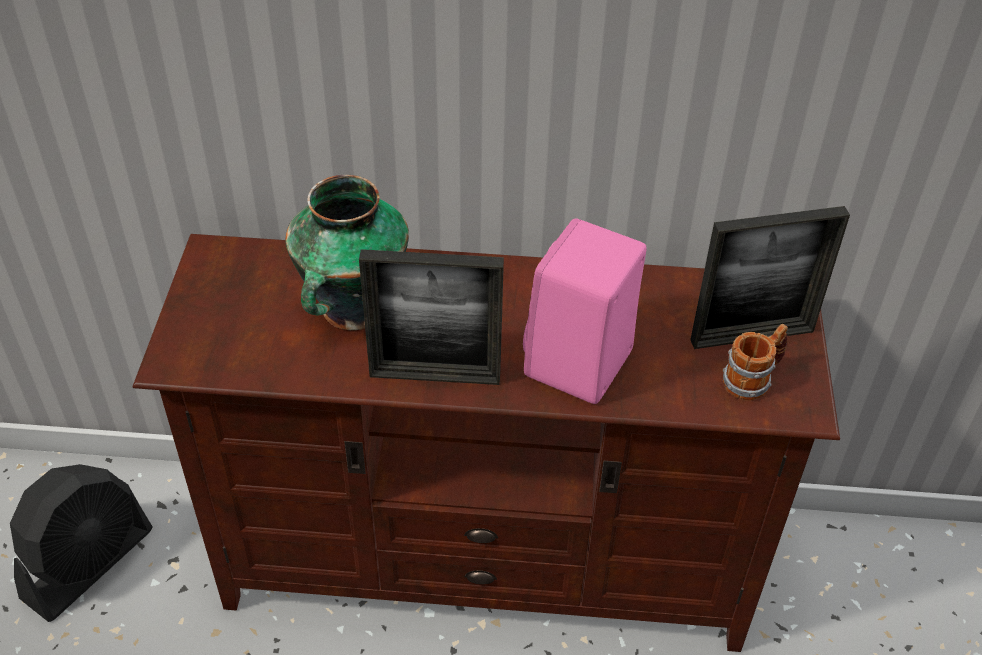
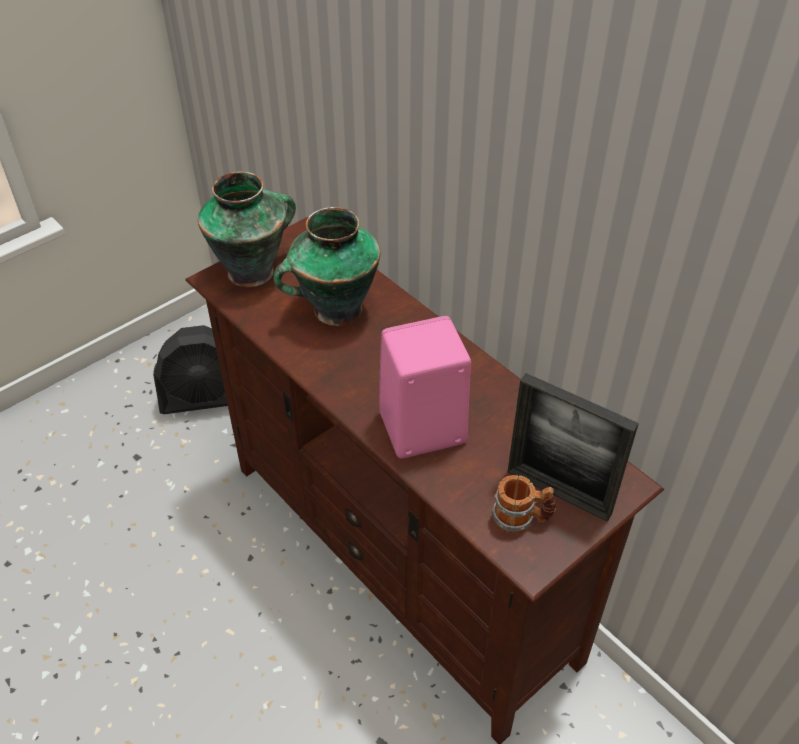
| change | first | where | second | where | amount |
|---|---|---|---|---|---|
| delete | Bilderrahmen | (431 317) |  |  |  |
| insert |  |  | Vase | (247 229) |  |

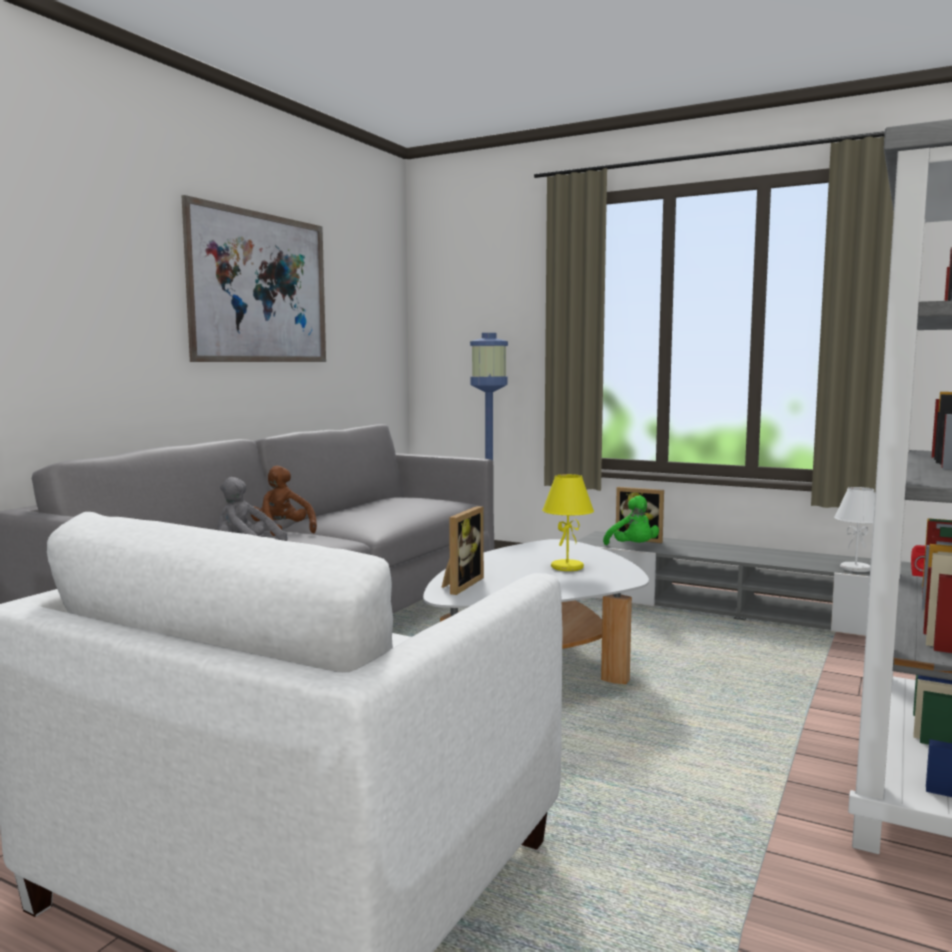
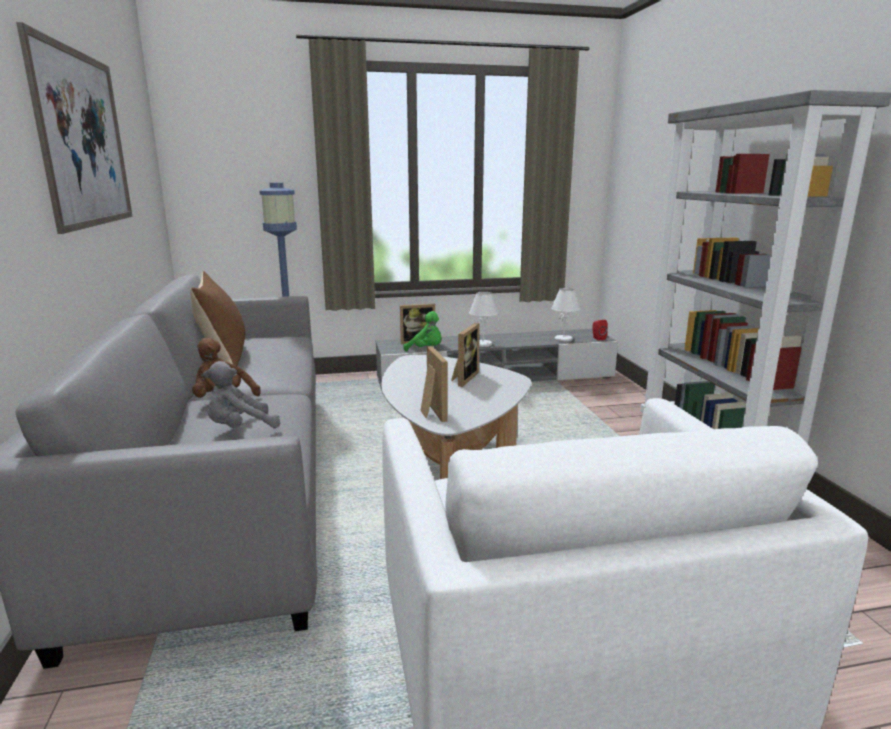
| change | first | where | second | where | amount |
|---|---|---|---|---|---|
| replace | Tischlampe/gelb | (568 522) | Bilderrahmen | (465 355) |  |
| insert |  |  | Kissen/braun | (217 318) |  |
| insert |  |  | Tischlampe/weiß | (483 319) |  |

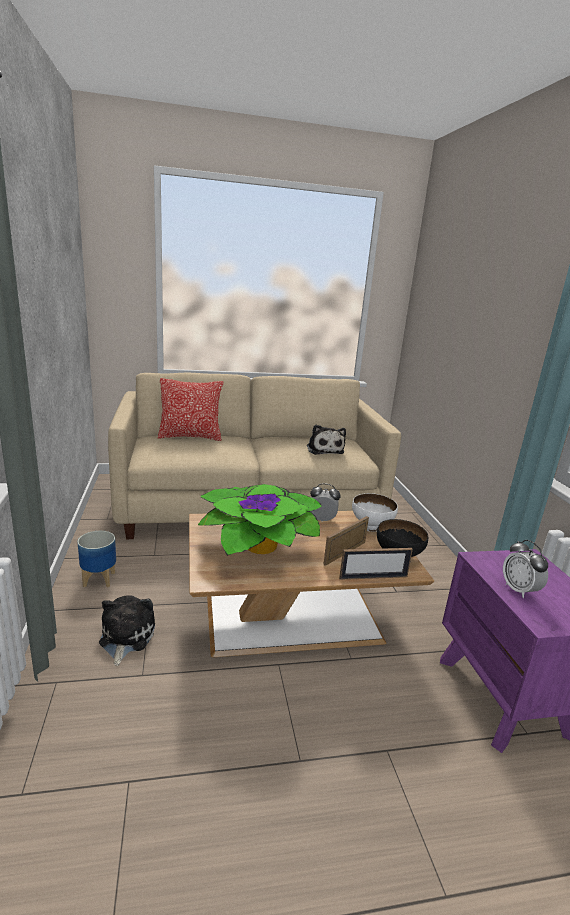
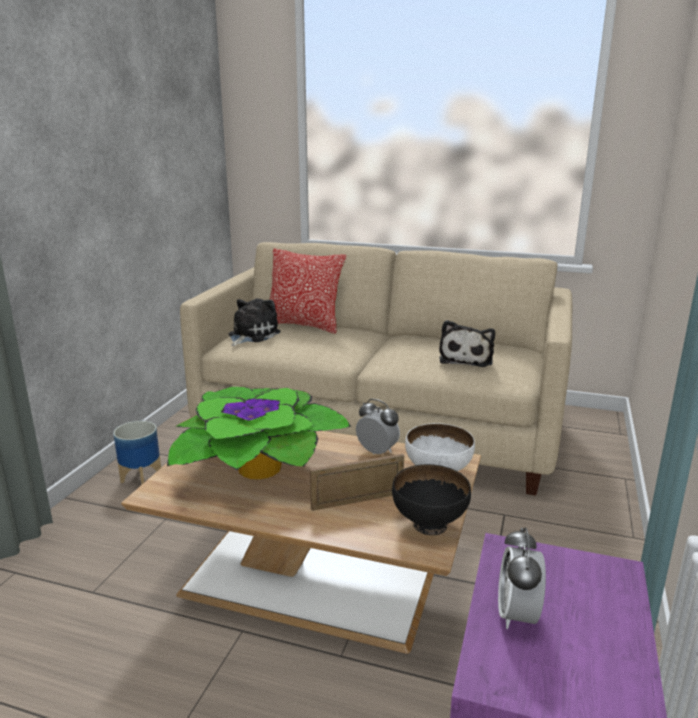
| change | first | where | second | where | amount |
|---|---|---|---|---|---|
| move | Plüschtier | (127 630) |  | (254 322) |  |
| delete | Bilderrahmen | (376 564) |  |  |  |

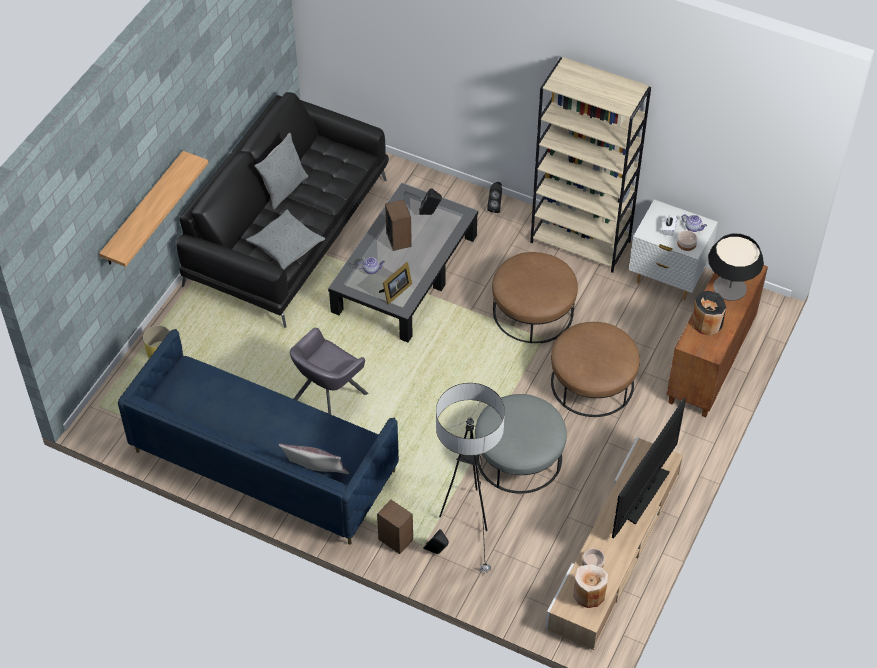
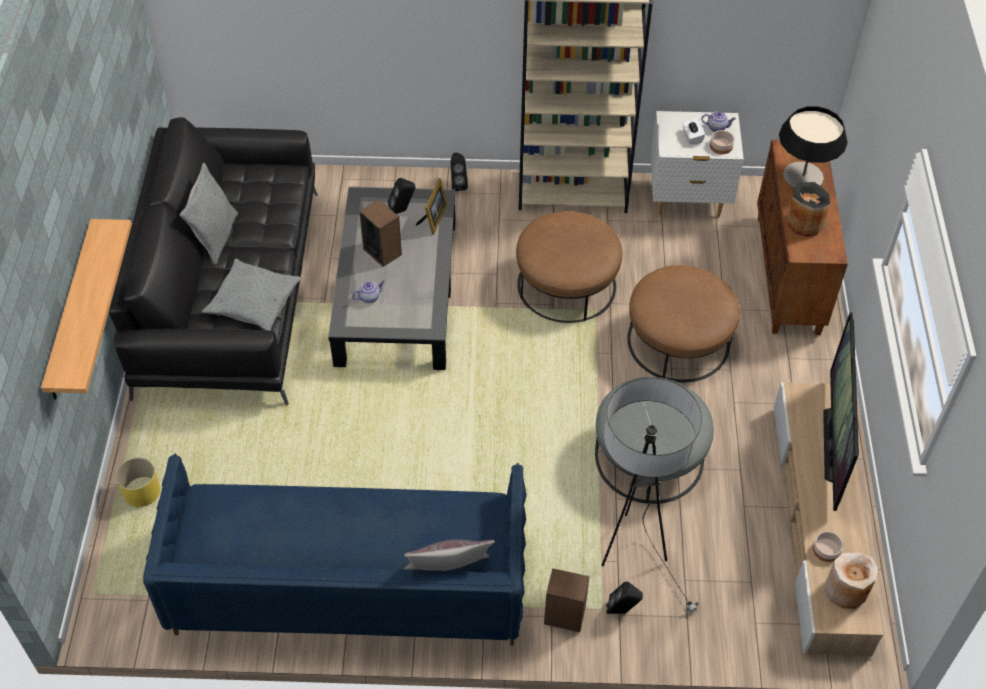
| change | first | where | second | where | amount |
|---|---|---|---|---|---|
| delete | Sessel/grau | (329 371) |  |  |  |
| move | Bilderrahmen | (395 283) |  | (431 206) |  |

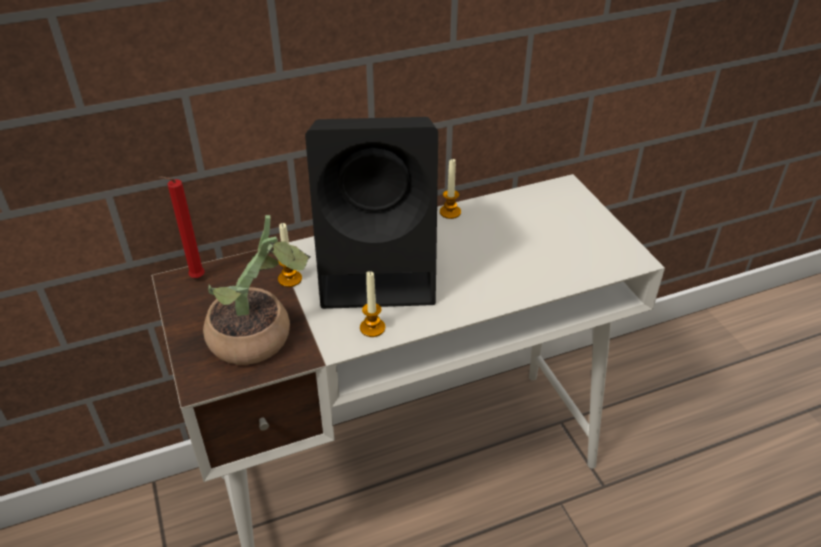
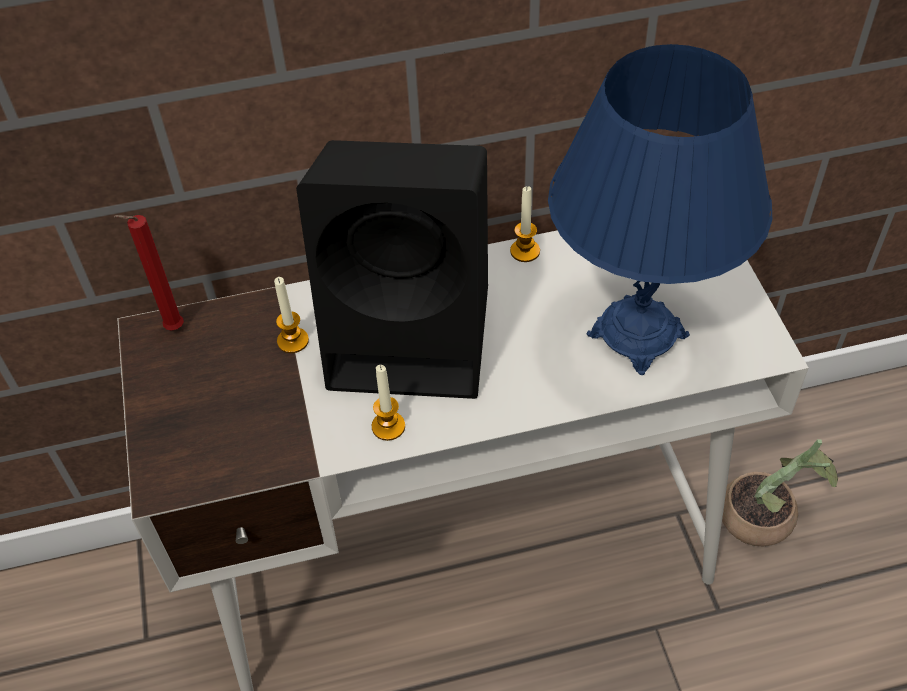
| change | first | where | second | where | amount |
|---|---|---|---|---|---|
| move | Topfpflanze | (256 290) |  | (780 493) |  |
| insert |  |  | Tischlampe/blau | (660 209) |  |

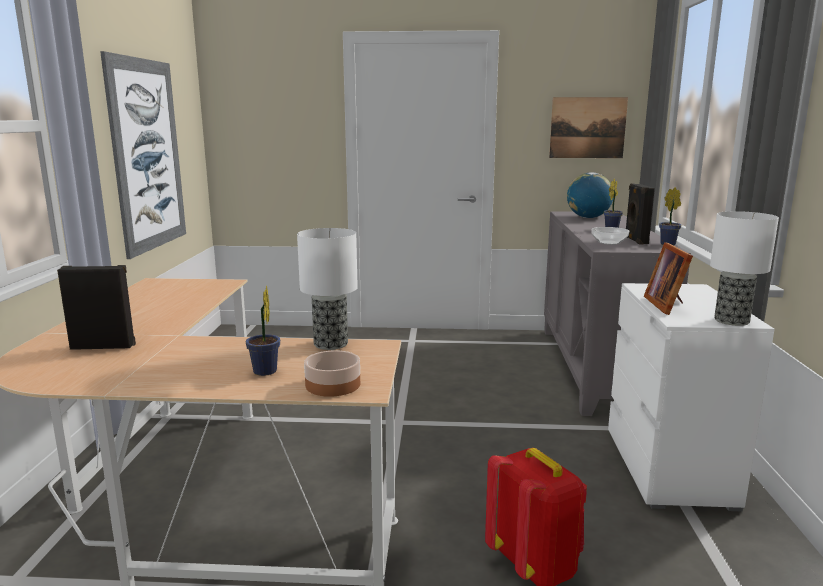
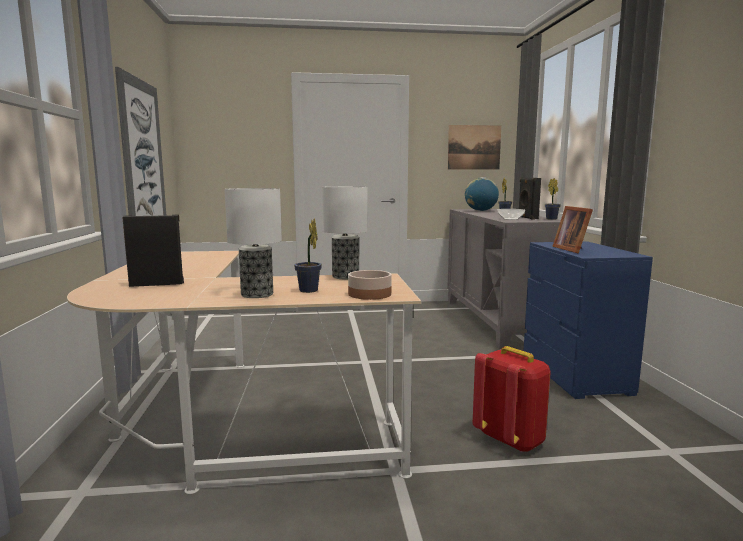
| change | first | where | second | where | amount |
|---|---|---|---|---|---|
| recolor | Kommode/weiß | (691 397) | Kommode/blau | (588 320) |  |
| move | Tischlampe | (744 268) |  | (253 243) |  |

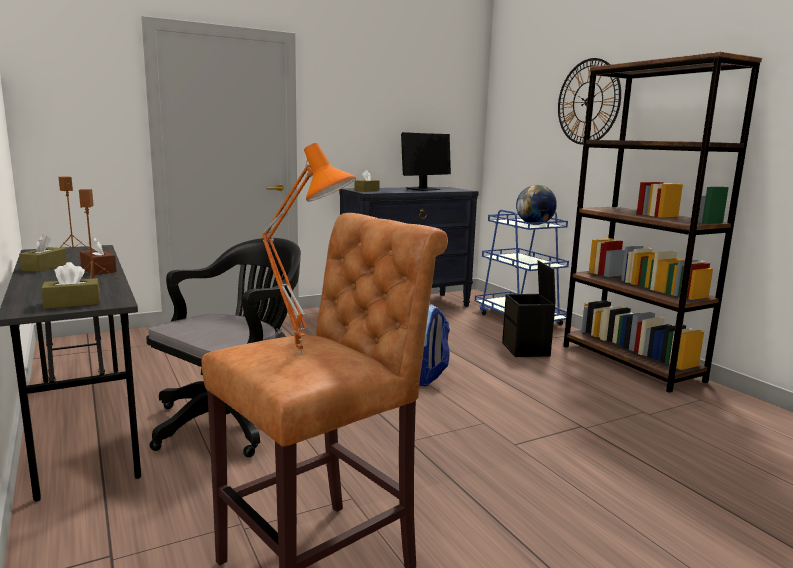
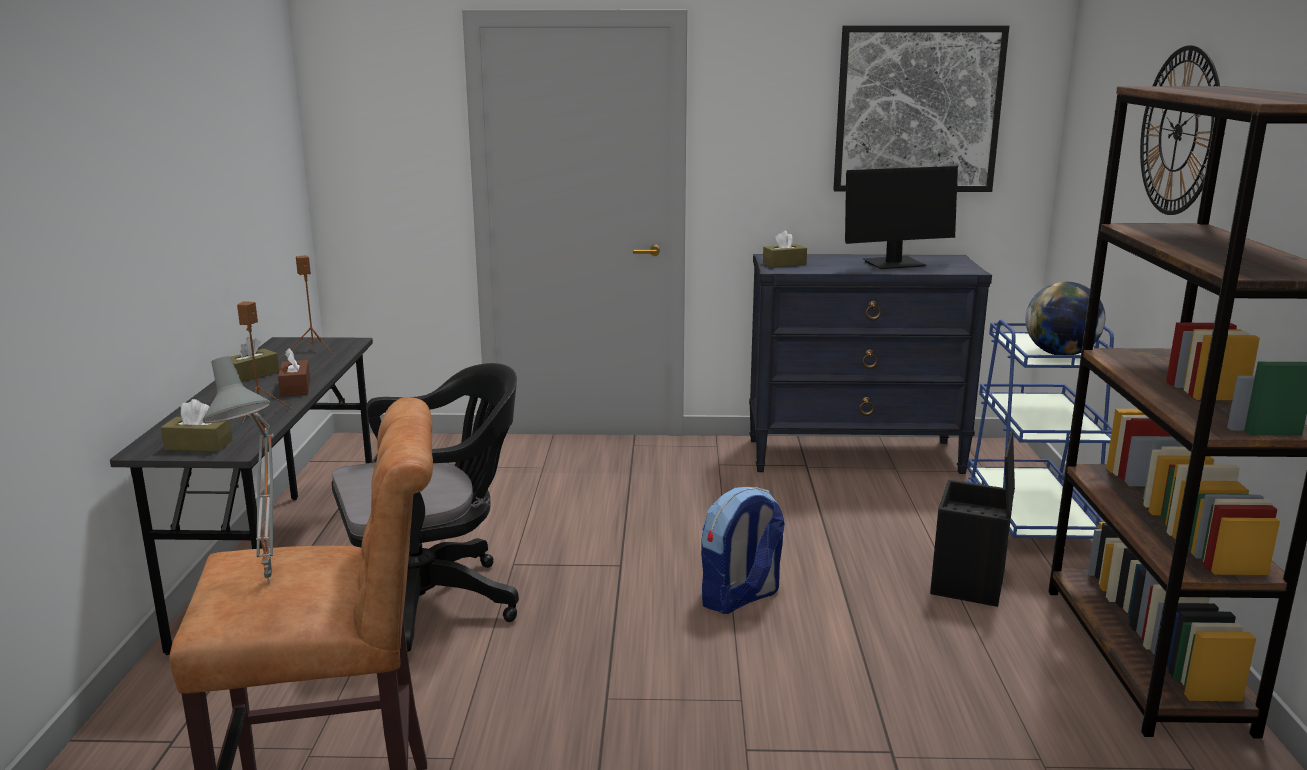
| change | first | where | second | where | amount |
|---|---|---|---|---|---|
| recolor | Tischlampe/orange | (308 248) | Tischlampe/grau | (238 470) |  |
| insert |  |  | Bild | (921 109) |  |

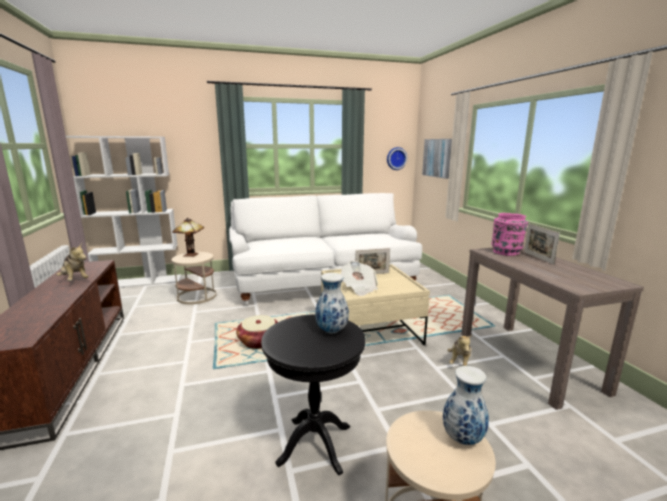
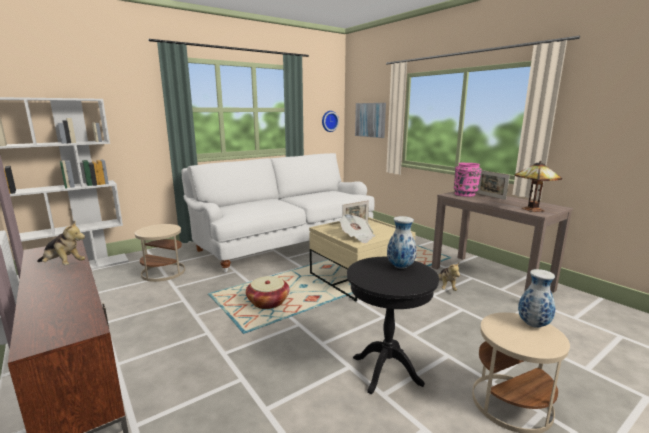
| change | first | where | second | where | amount |
|---|---|---|---|---|---|
| move | Tischlampe | (188 237) |  | (538 186) |  |

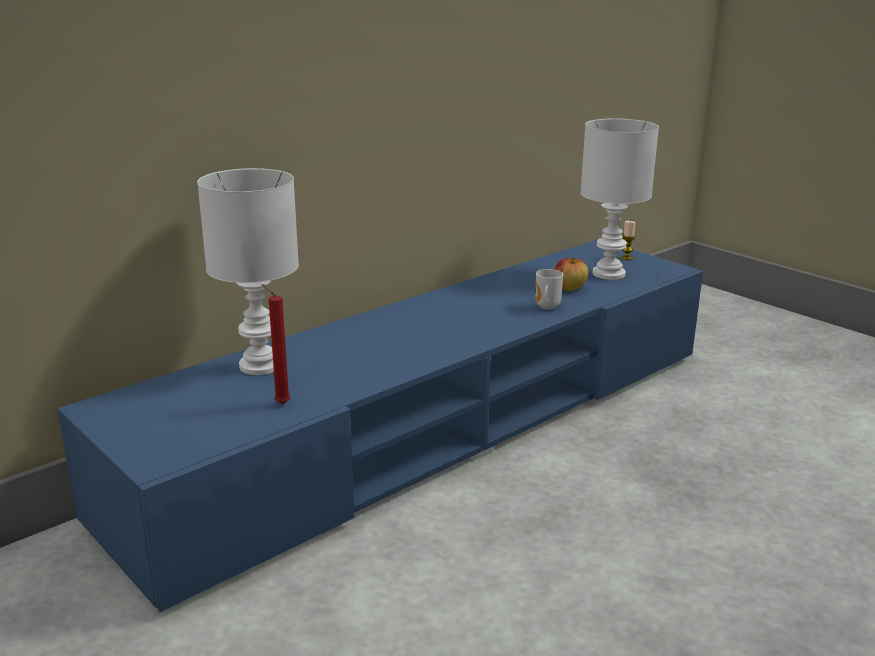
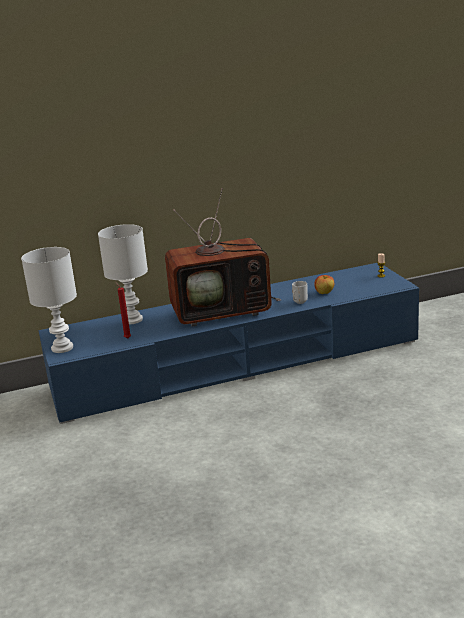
| change | first | where | second | where | amount |
|---|---|---|---|---|---|
| move | Tischlampe/weiß | (619 199) |  | (49 300) |  |
| insert |  |  | Fernseher | (223 257) |  |

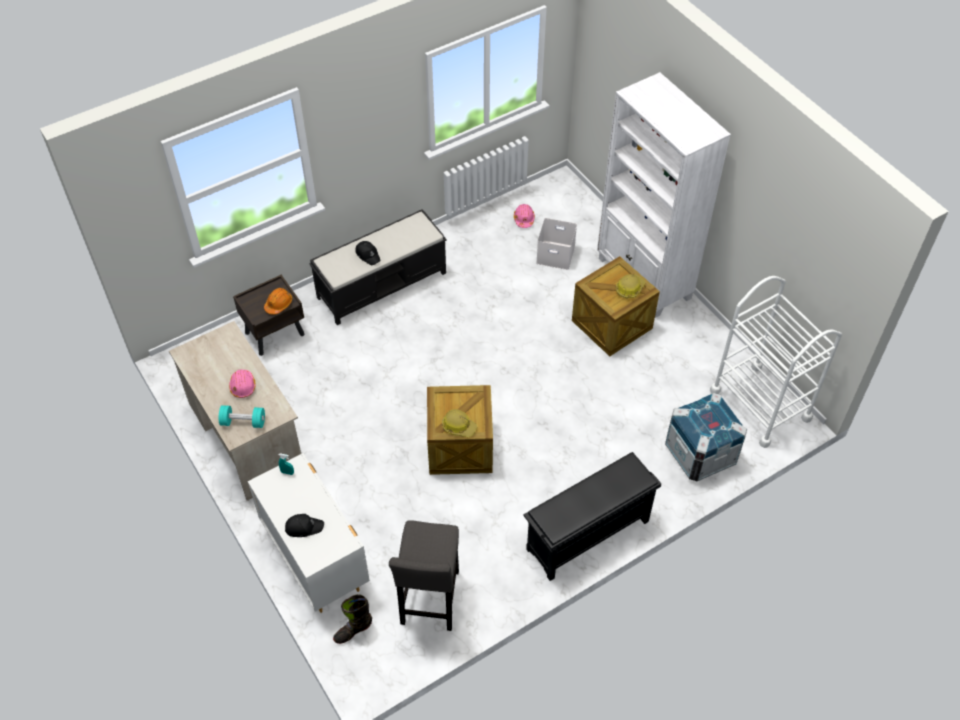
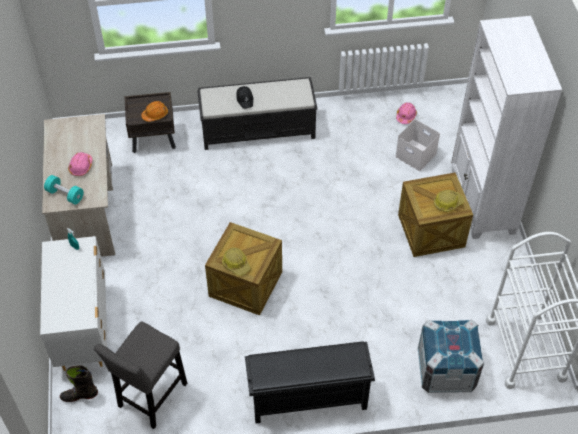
| change | first | where | second | where | amount |
|---|---|---|---|---|---|
| delete | Kappe/schwarz | (304 525) |  |  |  |

